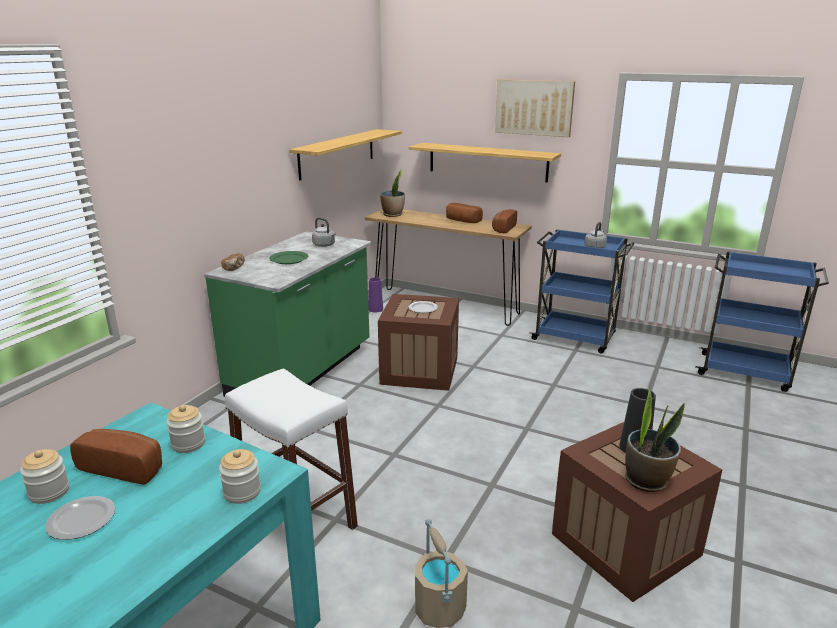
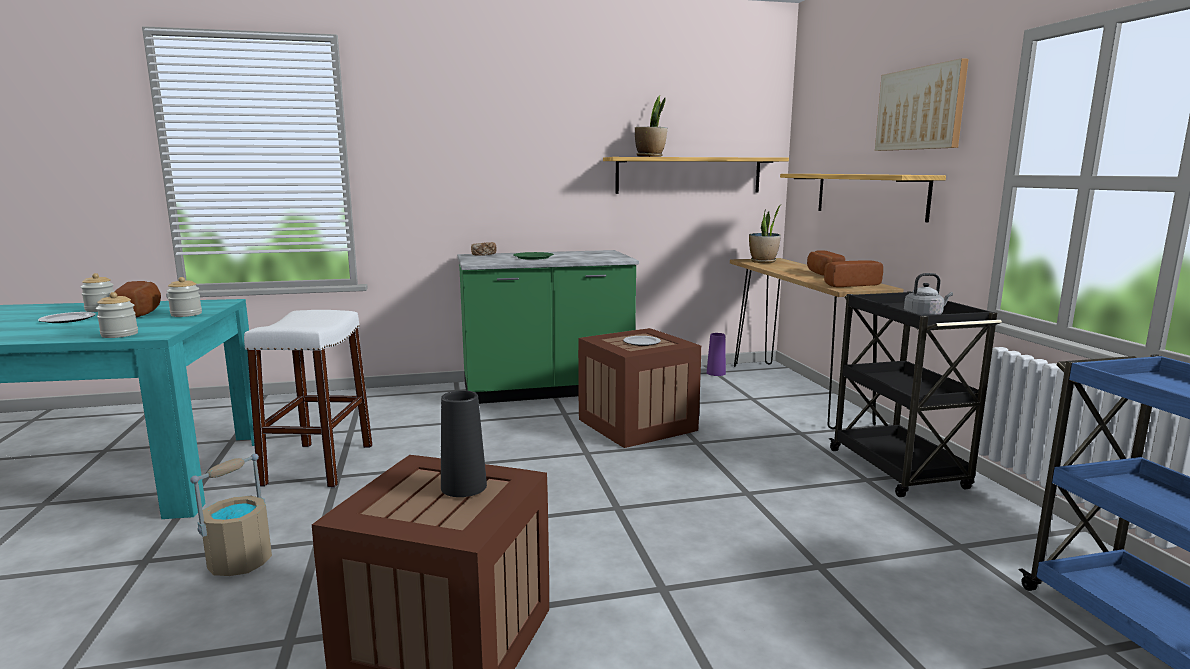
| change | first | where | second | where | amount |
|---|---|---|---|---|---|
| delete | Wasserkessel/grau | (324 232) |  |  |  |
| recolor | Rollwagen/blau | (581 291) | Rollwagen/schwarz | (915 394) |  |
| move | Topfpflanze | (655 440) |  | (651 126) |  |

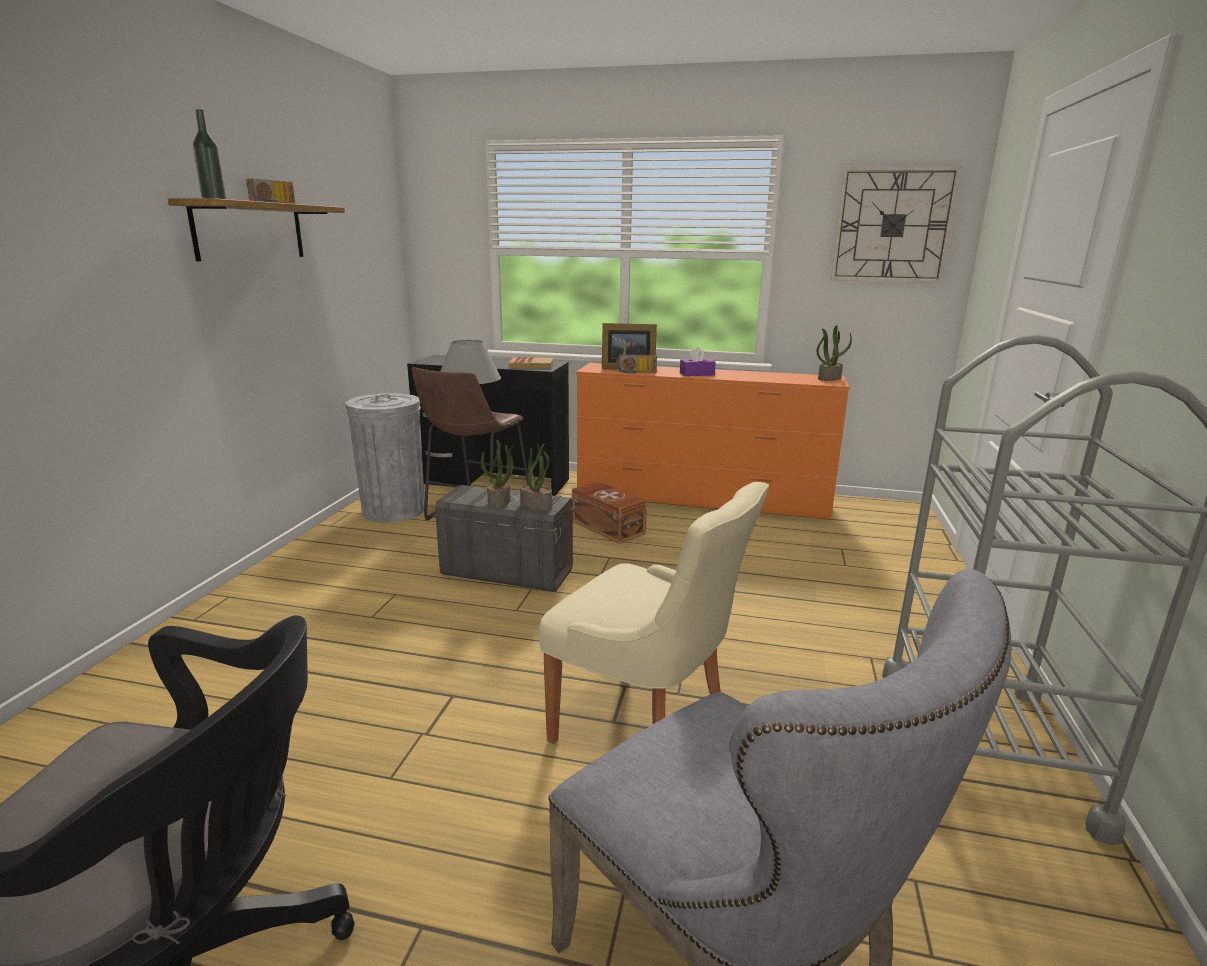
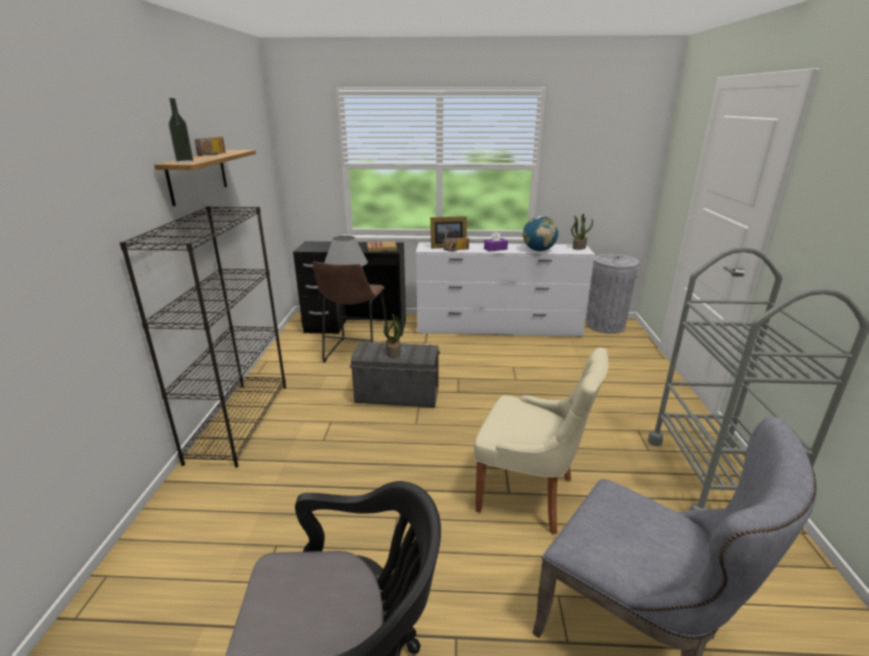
| change | first | where | second | where | amount |
|---|---|---|---|---|---|
| move | Mülleimer/grau | (385 458) |  | (613 294) |  |
| delete | Topfpflanze | (536 477) |  |  |  |
| delete | Aufbewahrungsbox/braun | (609 512) |  |  |  |
| recolor | Kommode/orange | (713 441) | Kommode/weiß | (505 289) |  |
| delete | Wanduhr | (896 224) |  |  |  |
| insert |  |  | Bücherregal/schwarz | (203 337) |  |
| insert |  |  | Globus | (540 233) |  |

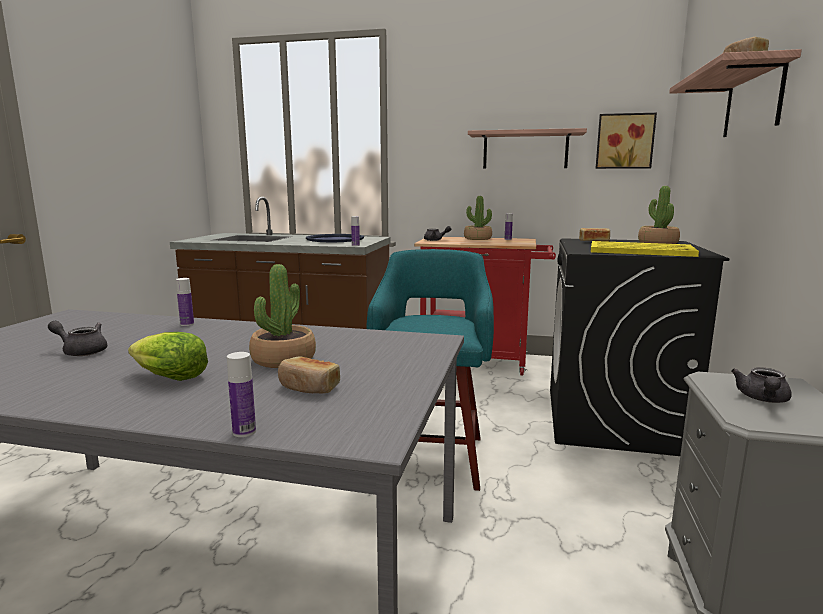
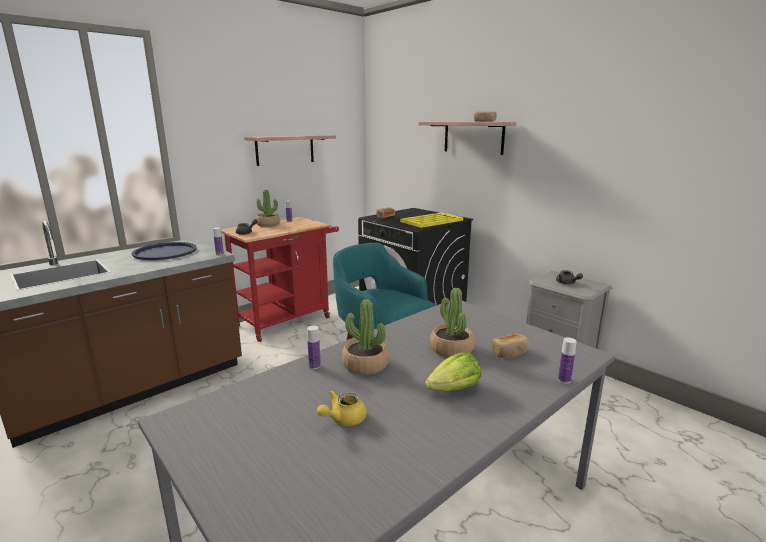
| change | first | where | second | where | amount |
|---|---|---|---|---|---|
| recolor | Teekanne/grau | (77 338) | Teekanne/gelb | (342 408) |  |
| delete | Bild | (626 141) |  |  |  |
| move | Topfpflanze | (659 215) |  | (365 337) |  |

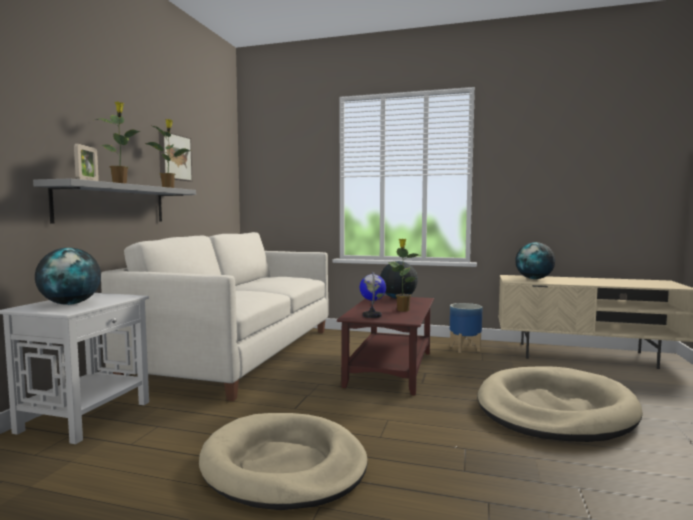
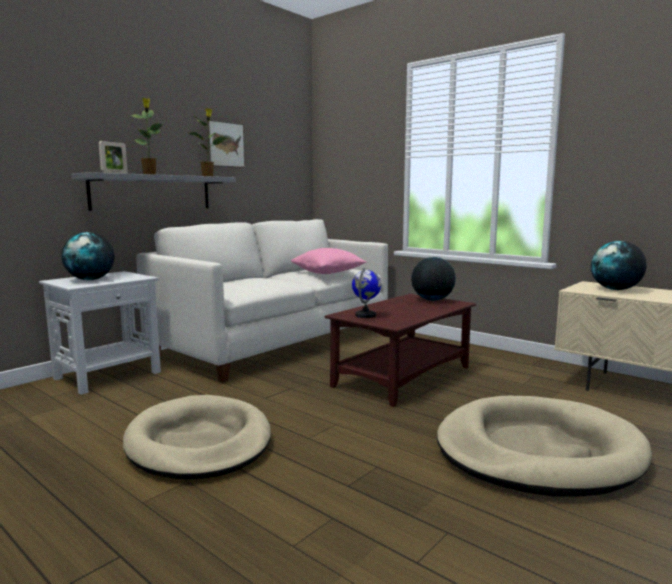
| change | first | where | second | where | amount |
|---|---|---|---|---|---|
| delete | Topfpflanze | (404 275) |  |  |  |
| delete | Pflanzkübel | (466 328) |  |  |  |
| insert |  |  | Kissen/rosa | (328 261) |  |

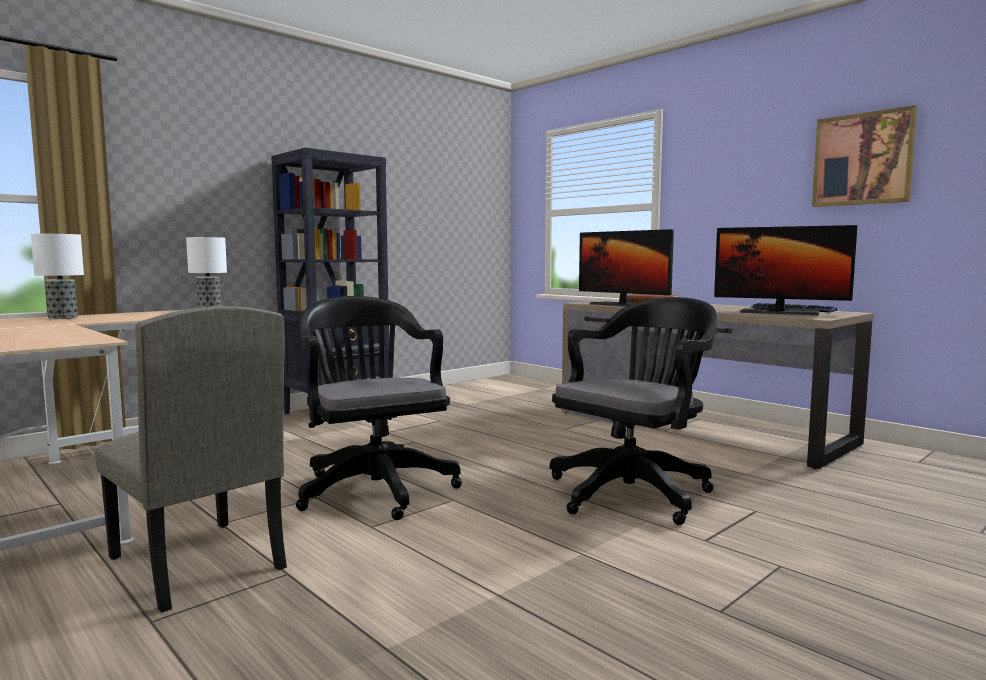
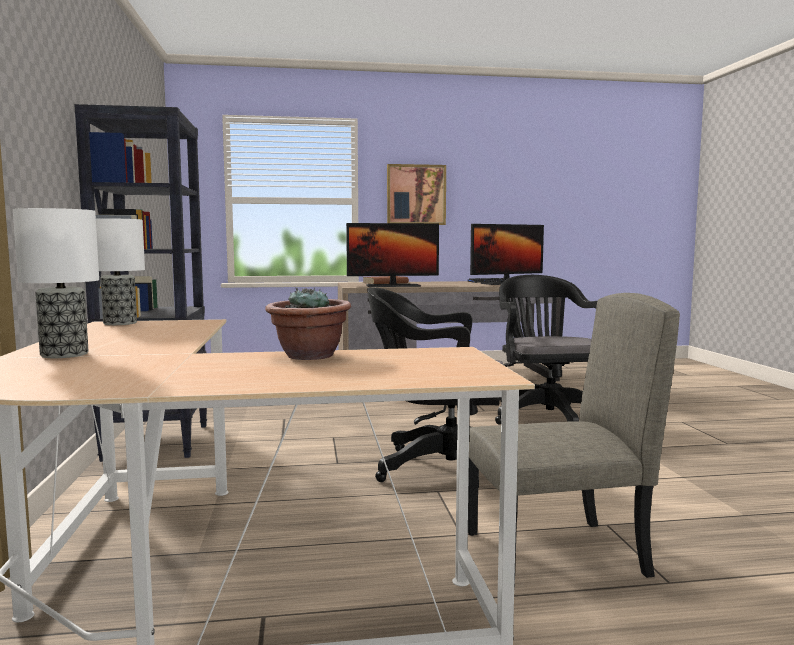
| change | first | where | second | where | amount |
|---|---|---|---|---|---|
| move | Bild | (865 156) |  | (416 194) |  |
| insert |  |  | Topfpflanze | (308 324) |  |

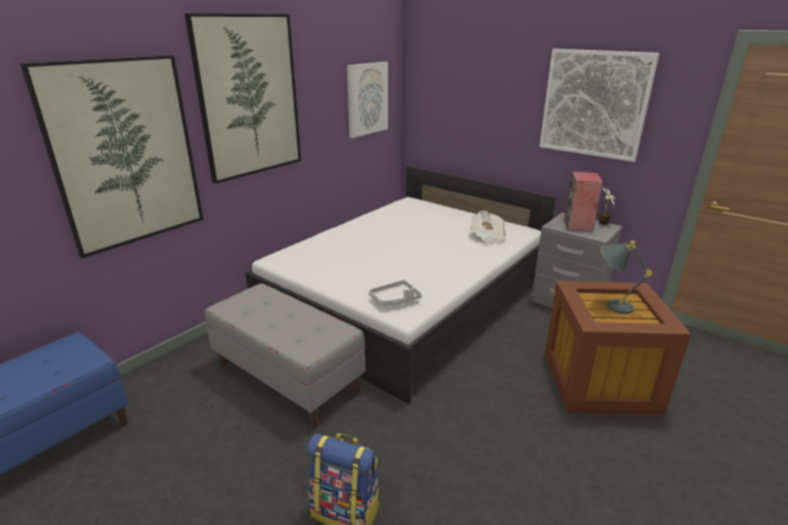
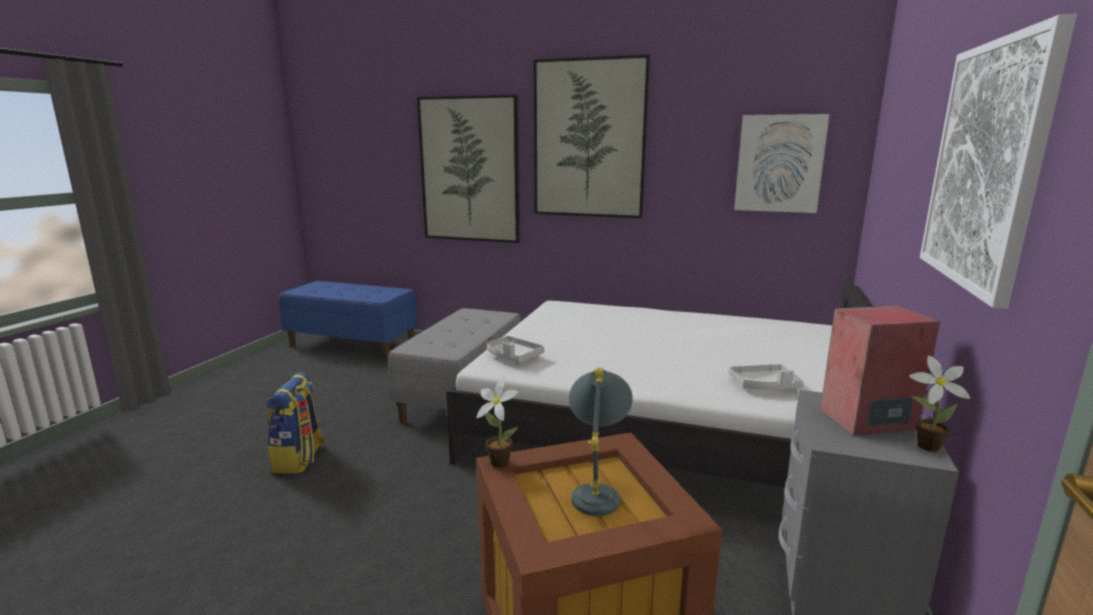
| change | first | where | second | where | amount |
|---|---|---|---|---|---|
| replace | Zeitung | (488 228) | Tablett/grau | (766 377) |  |
| insert |  |  | Topfpflanze | (497 422) |  |

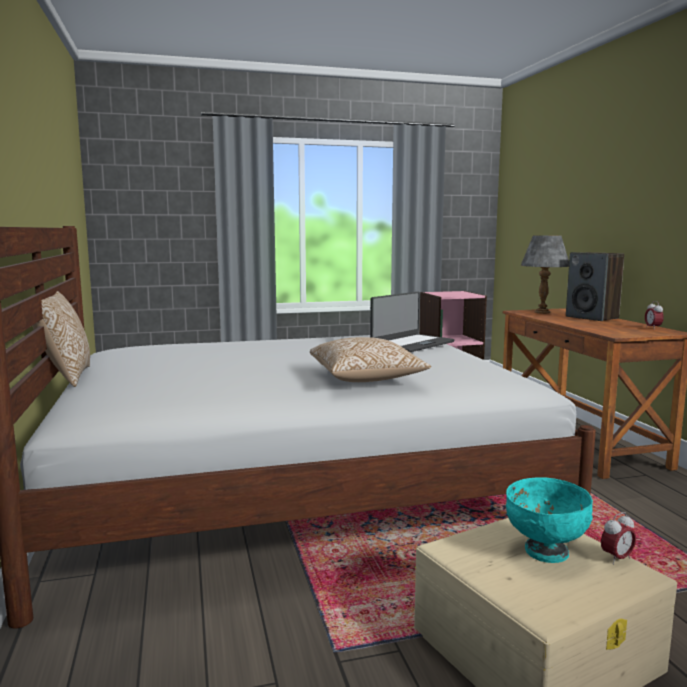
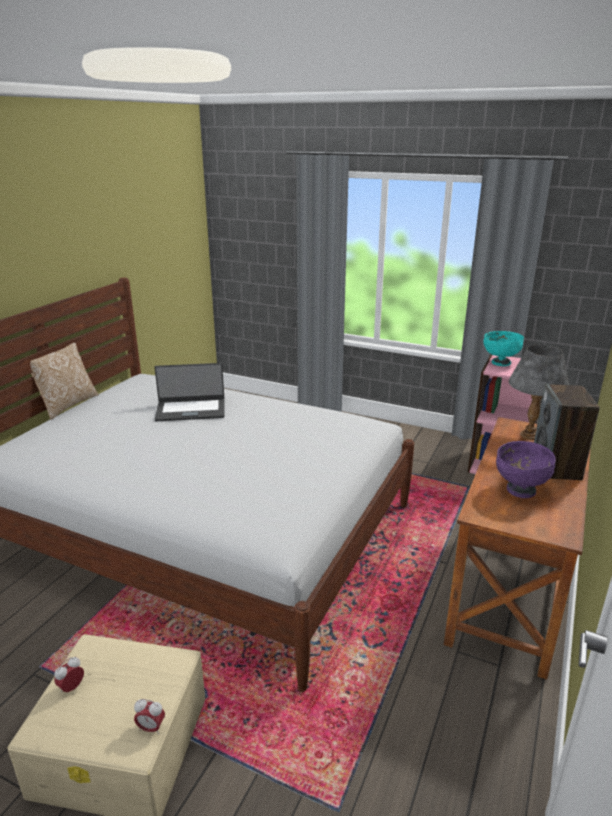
| change | first | where | second | where | amount |
|---|---|---|---|---|---|
| delete | Kissen | (370 359) |  |  |  |
| move | Laptop | (412 322) |  | (189 392) |  |
| move | Schüssel/türkis | (549 520) |  | (503 348) |  |
| move | Wecker | (654 314) |  | (69 674) |  |
| insert |  |  | Schüssel/lila | (526 469) |  |

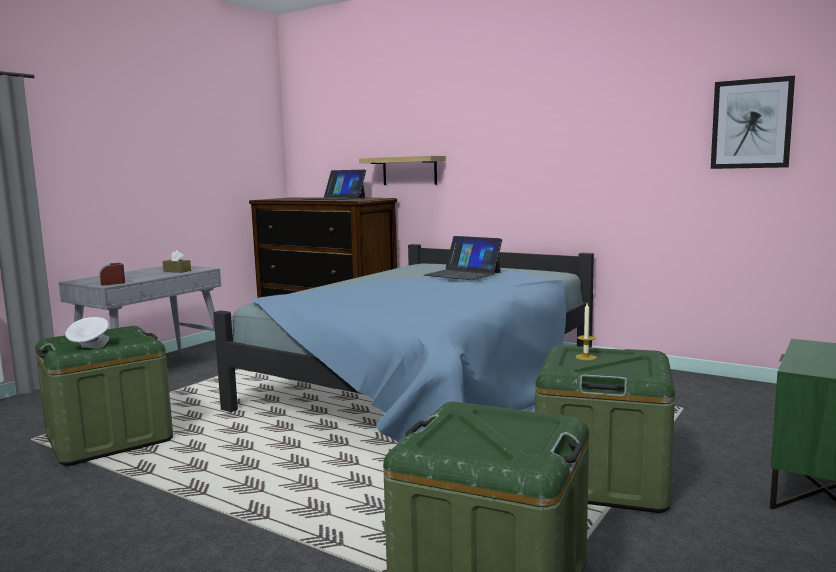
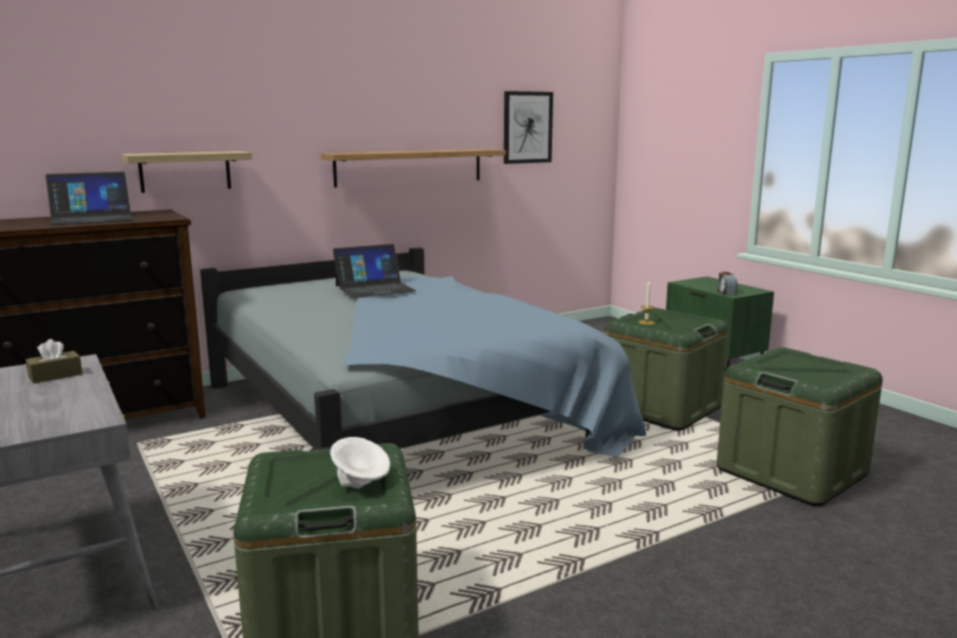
| change | first | where | second | where | amount |
|---|---|---|---|---|---|
| move | Wecker | (112 274) |  | (727 283) |  |
| insert |  |  | Wandregal | (413 168) |  |

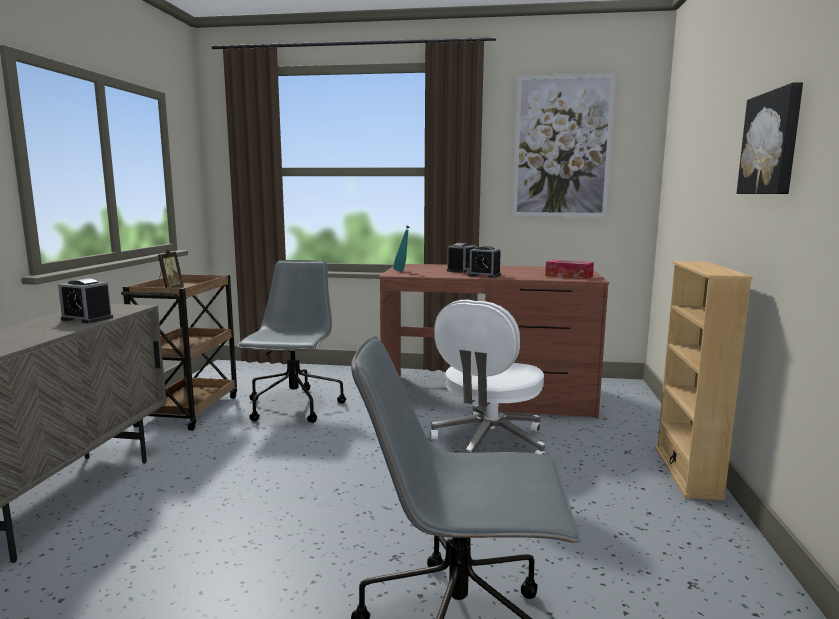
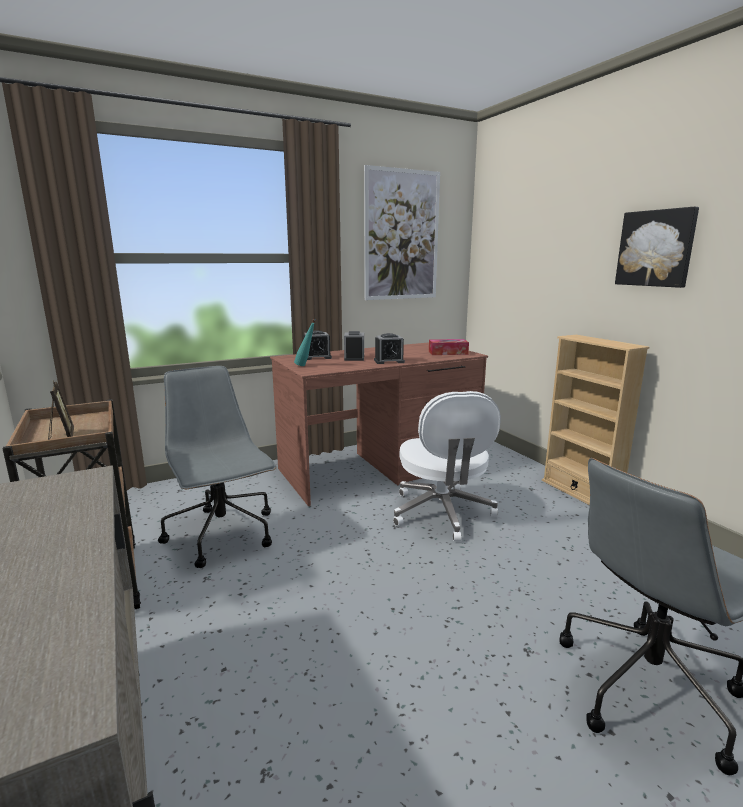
| change | first | where | second | where | amount |
|---|---|---|---|---|---|
| move | Wecker | (85 300) |  | (317 345) |  |

